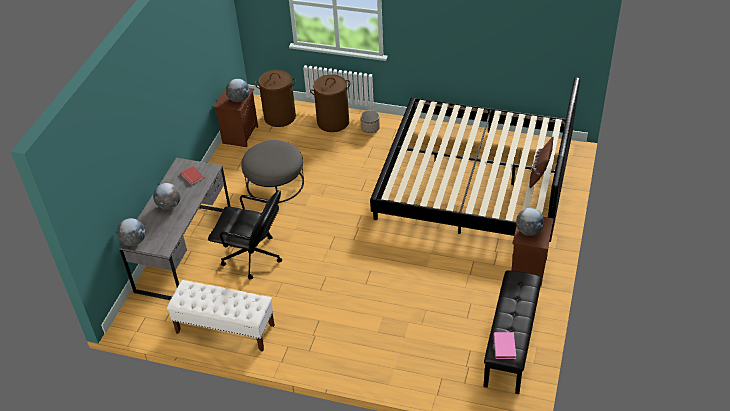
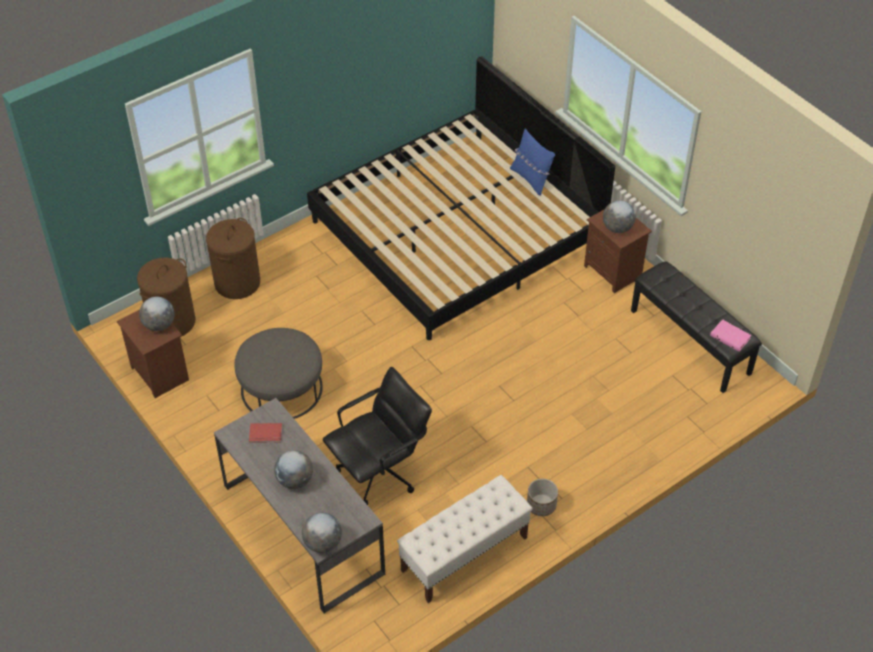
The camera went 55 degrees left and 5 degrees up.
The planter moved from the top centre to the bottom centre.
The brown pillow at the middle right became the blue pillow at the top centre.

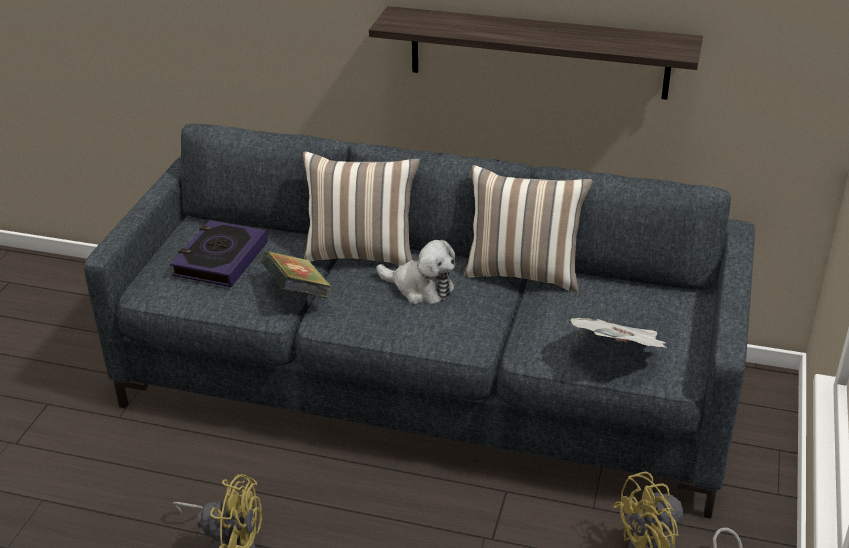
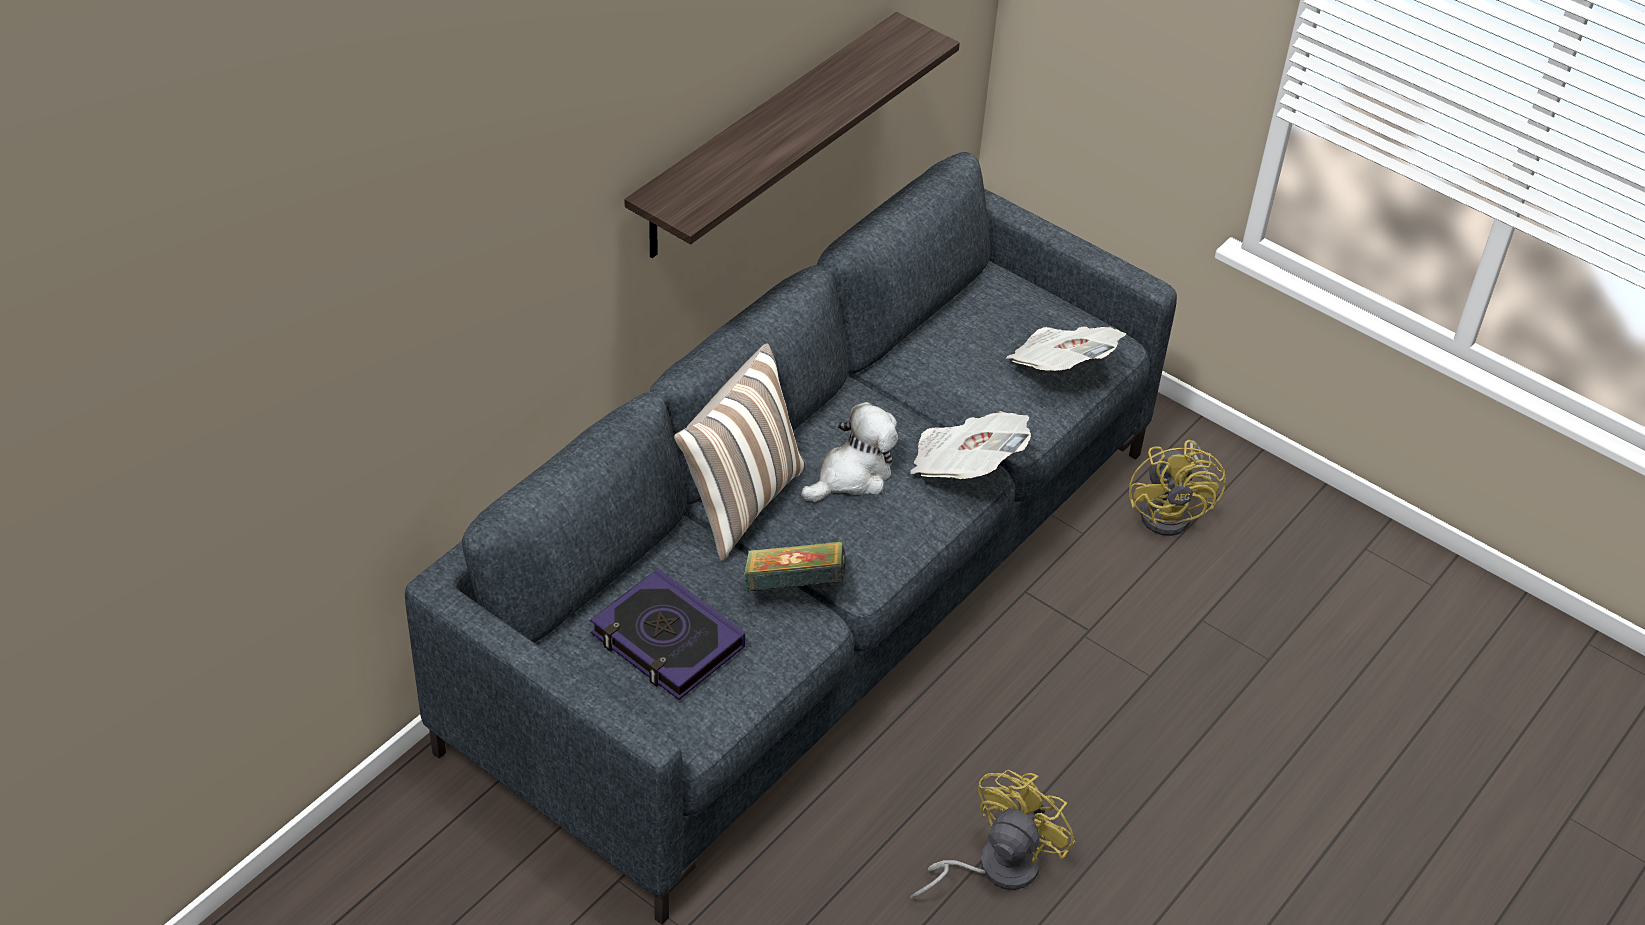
The camera went 70 degrees left and 10 degrees up.
The pillow (2nd from left) at the centre disappeared.
The newspaper (1st from left) at the centre appeared.

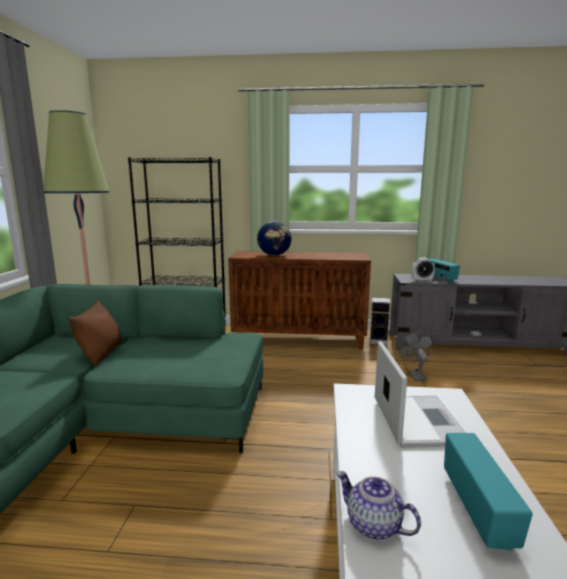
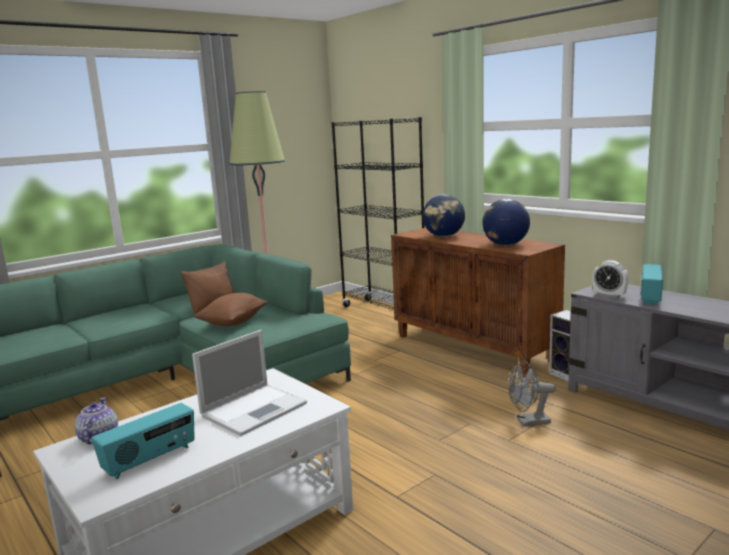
The camera went 45 degrees right and 0 degrees up.
The grey fan at the middle right turned 135 degrees counterclockwise.
The globe (2nd from left) at the middle right appeared.
The brown pillow (2nd from left) at the middle left appeared.

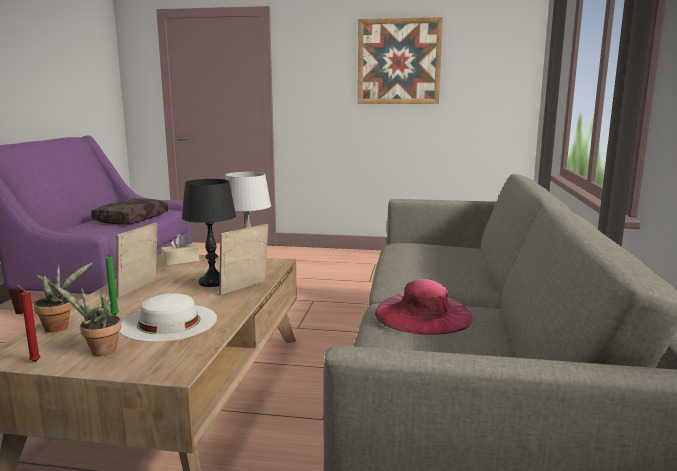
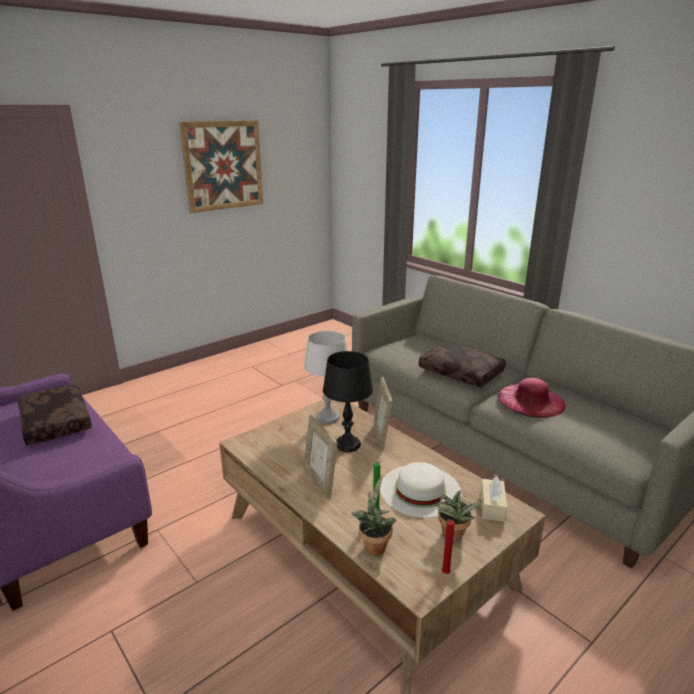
The camera went 50 degrees left and 10 degrees up.
The beige tissue box moved from the middle left to the bottom right.
The brown pillow (2nd from left) at the centre appeared.

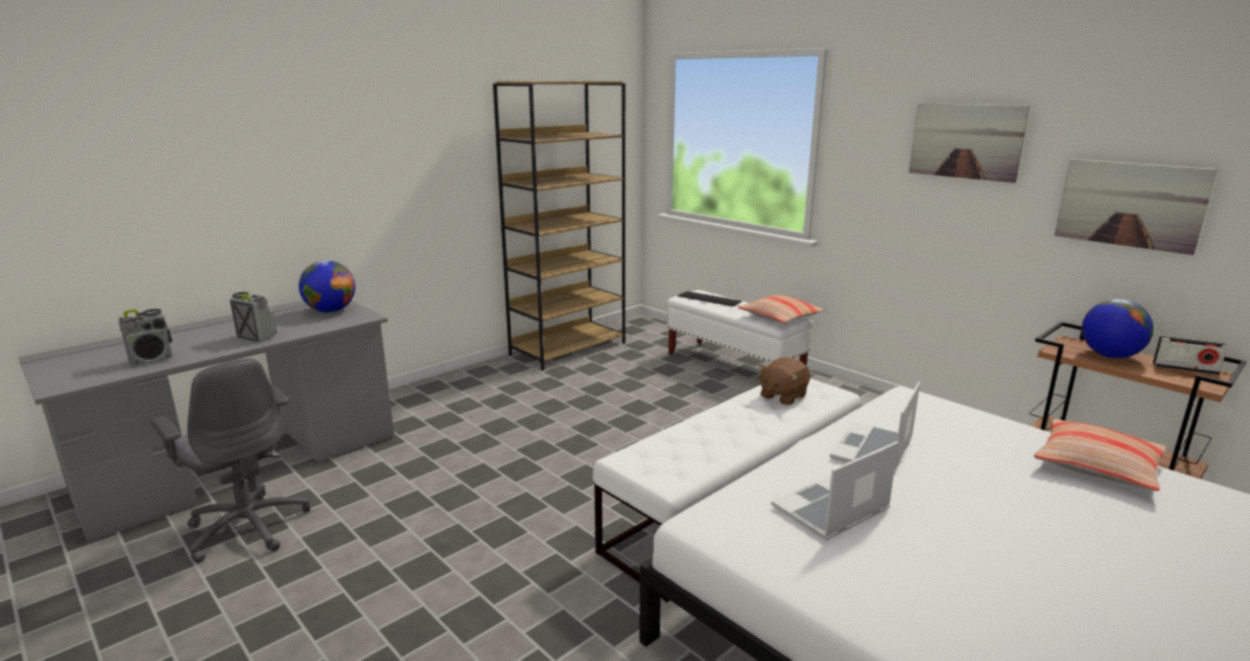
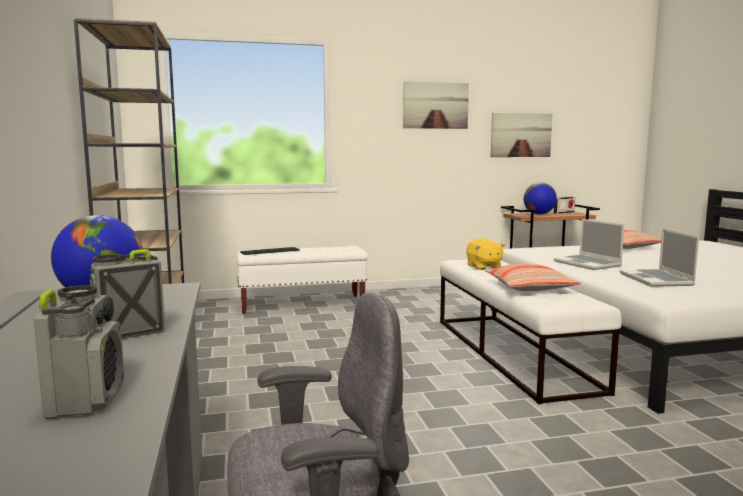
The camera went 60 degrees left and 10 degrees down.
The pillow (1st from left) moved from the centre to the middle right.
The brown plush toy at the centre became the yellow plush toy at the centre.

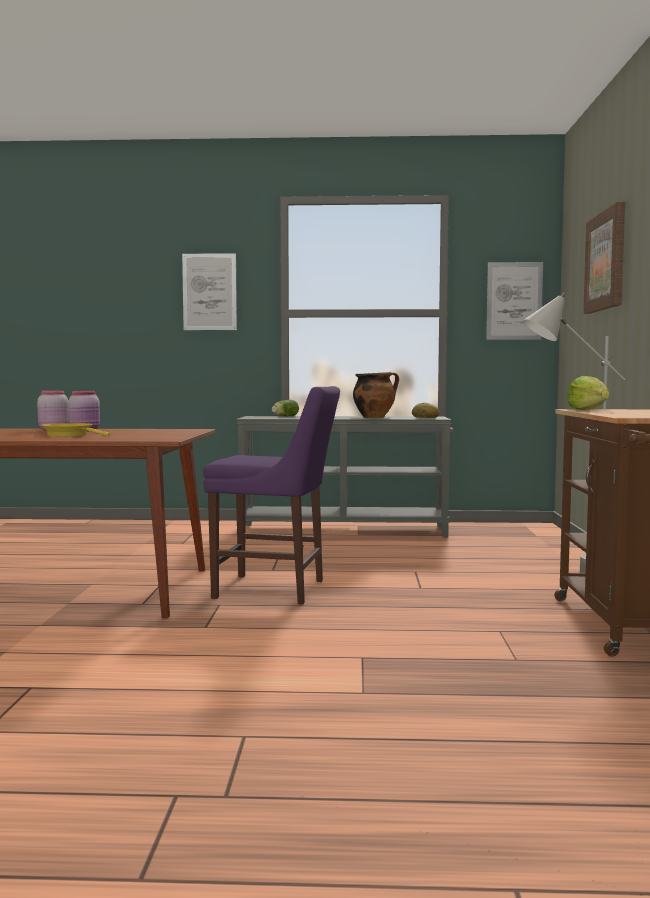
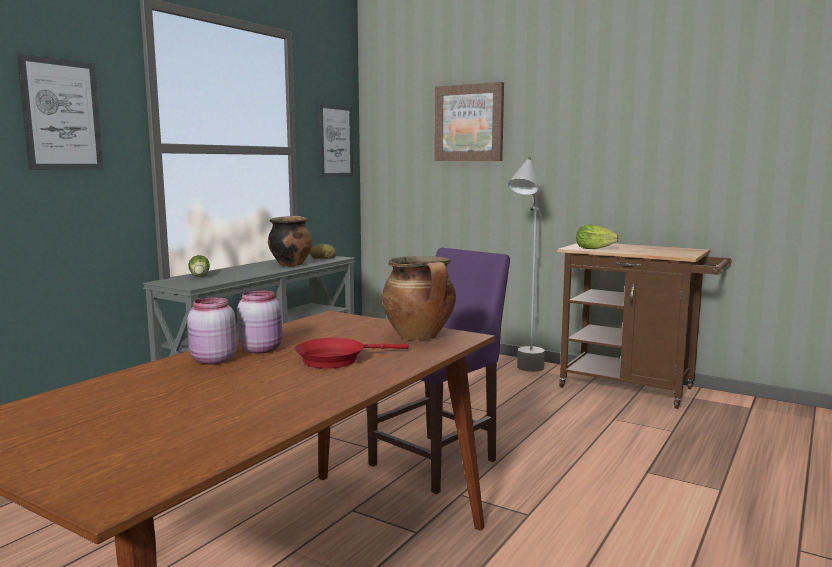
The camera went 60 degrees left and 5 degrees up.
The yellow frying pan at the middle left became the red frying pan at the centre.
The cooking pot (2nd from left) at the centre appeared.

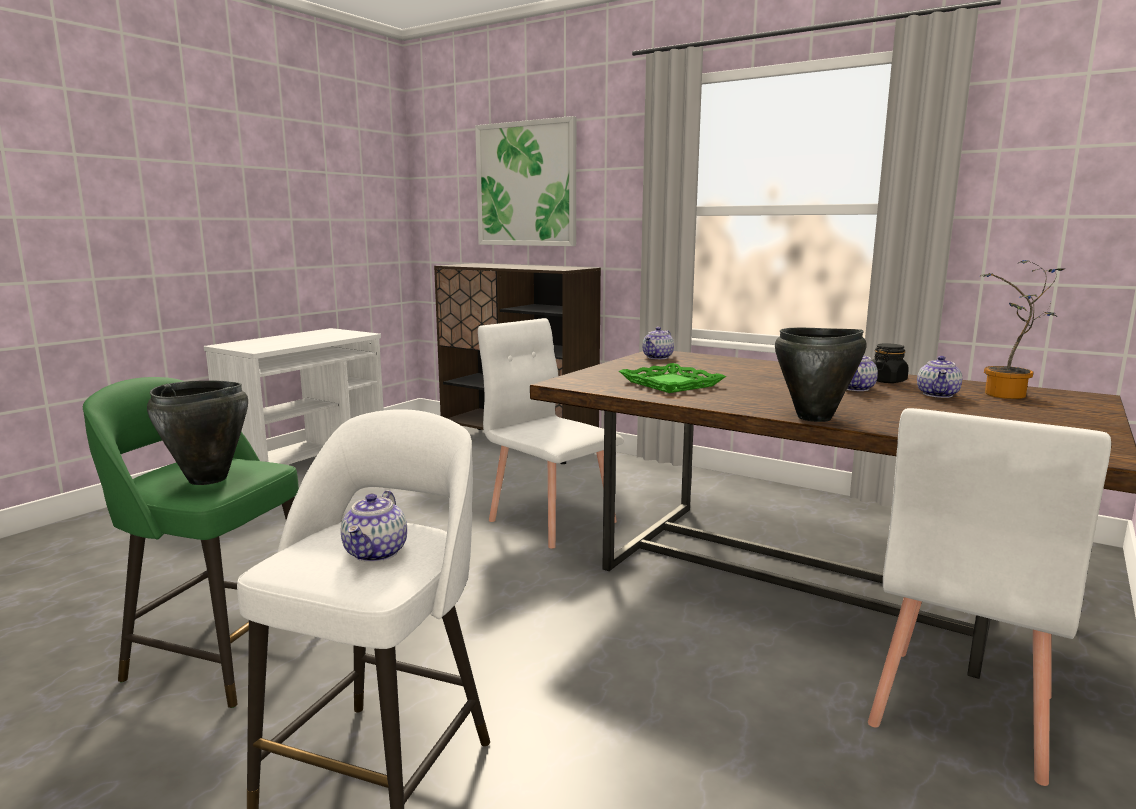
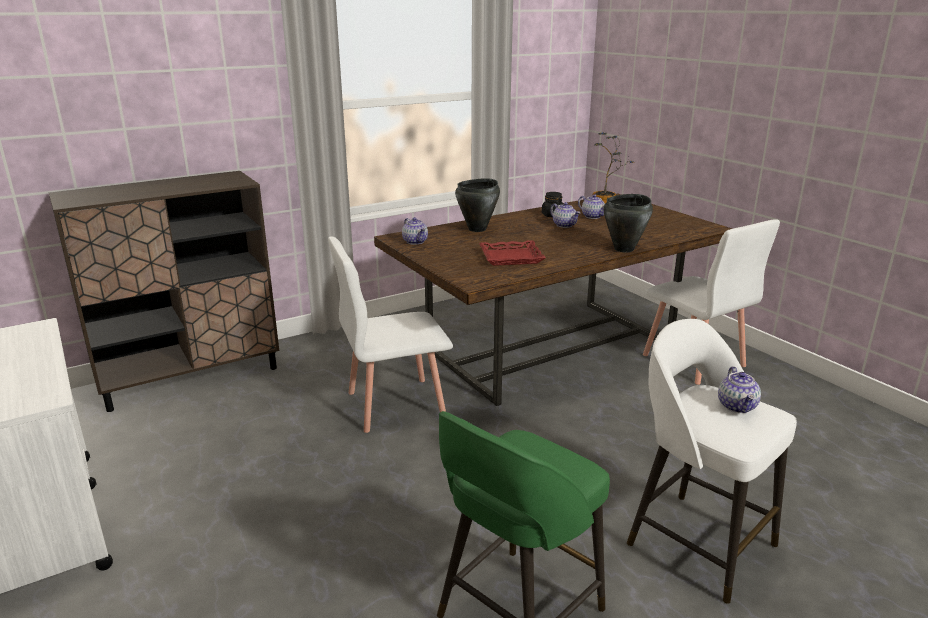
The camera went 65 degrees left and 10 degrees up.
The picture at the top centre disappeared.
The green tray at the centre became the red tray at the centre.
The black cooking pot (1st from left) moved from the middle left to the top centre.
The teapot (1st from left in the first image) at the middle left turned 60 degrees clockwise.

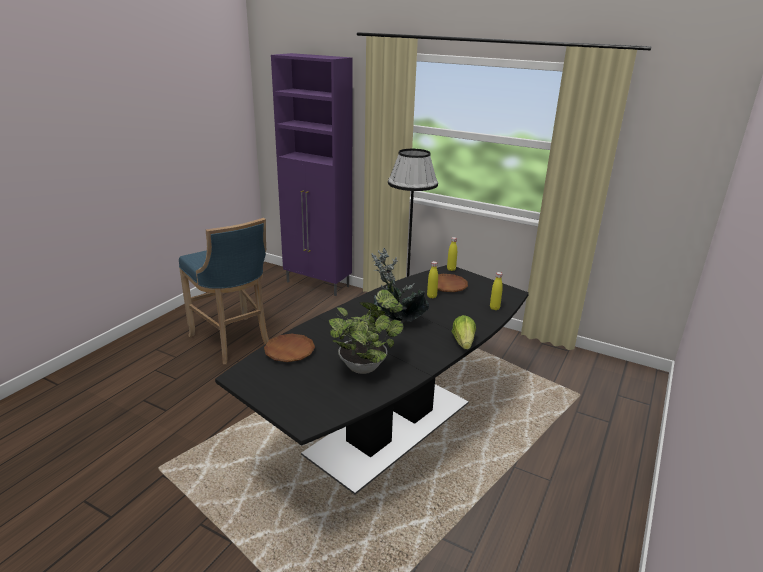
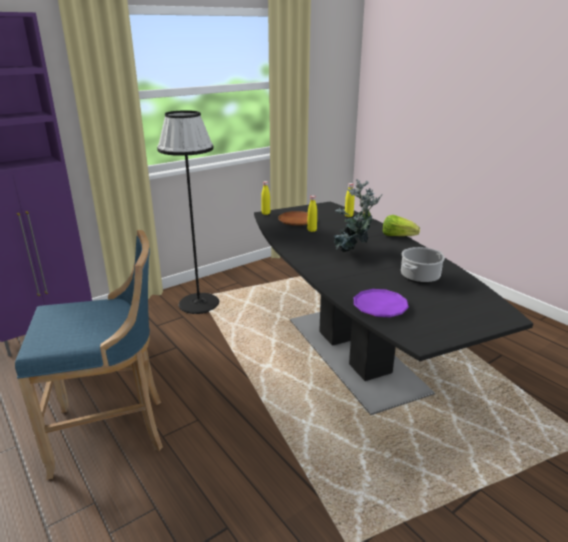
The camera went 65 degrees left and 0 degrees up.
The potted plant (1st from left) at the centre was replaced by the cooking pot at the middle right.
The brown plate (1st from left) at the centre became the purple plate at the middle right.

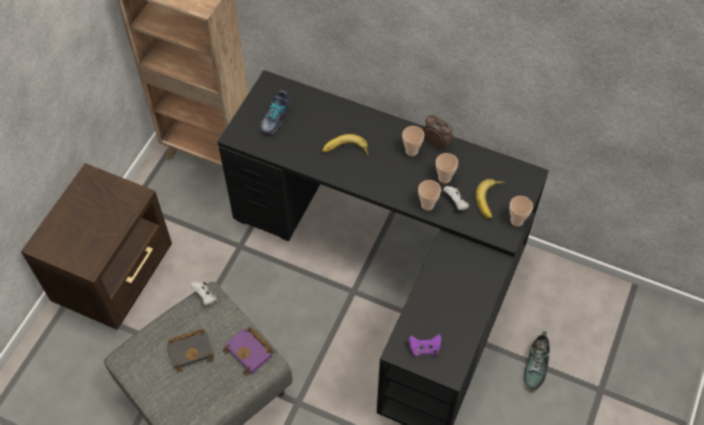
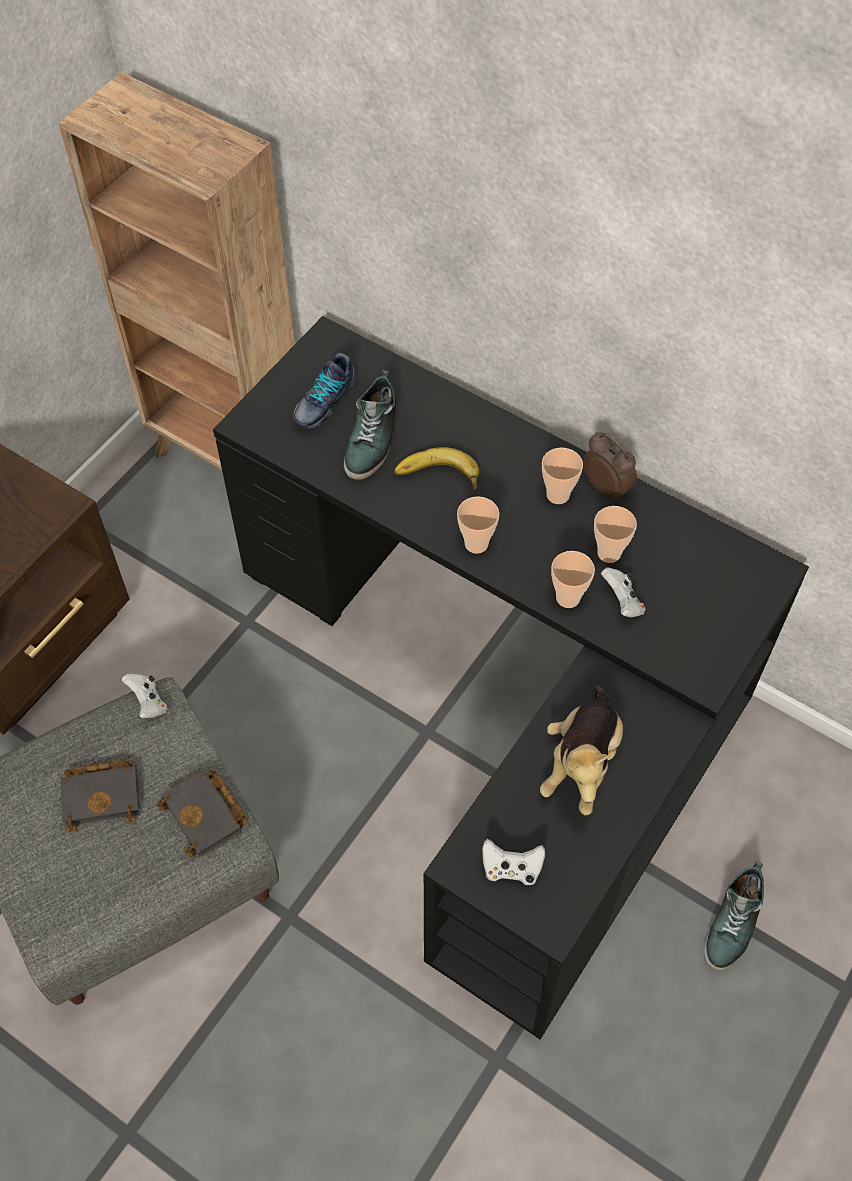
The camera went 10 degrees right and 0 degrees up.
The banana (2nd from left) at the middle right disappeared.
The cup (4th from left in the first image) moved from the middle right to the centre.
The purple book at the bottom centre became the black book (2nd from left) at the bottom left.
The purple game controller at the bottom centre became the white game controller (2nd from left) at the bottom centre.
The shoe (2nd from left) at the centre appeared.
The plush toy at the middle right appeared.

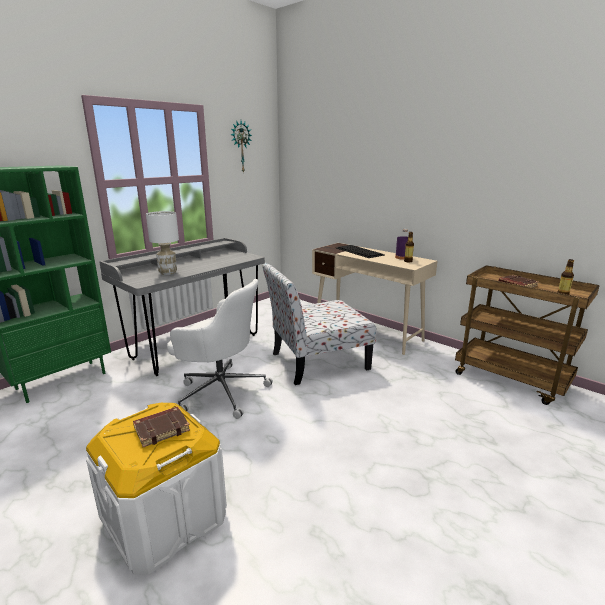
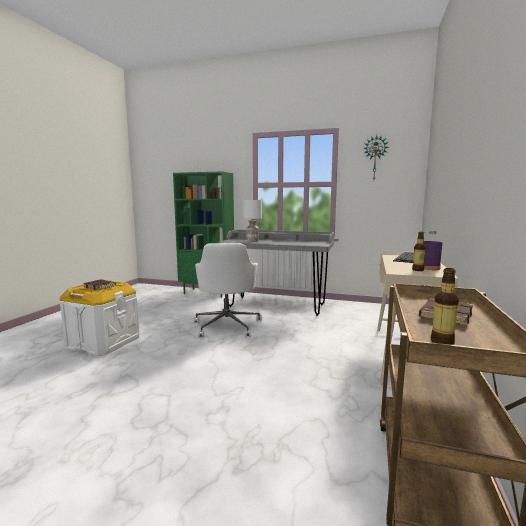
The camera went 65 degrees right and 10 degrees down.
The chair at the centre disappeared.

